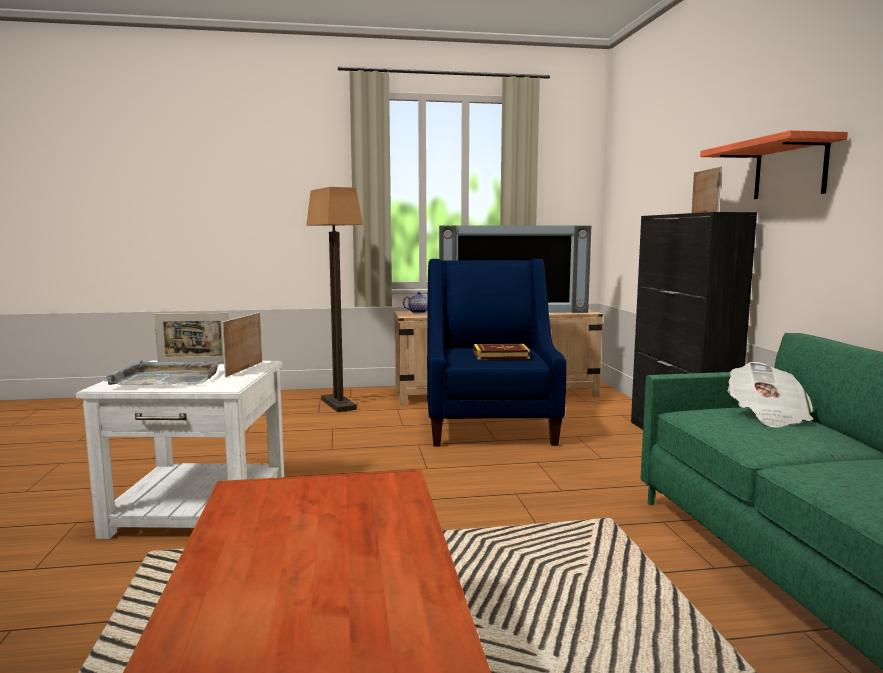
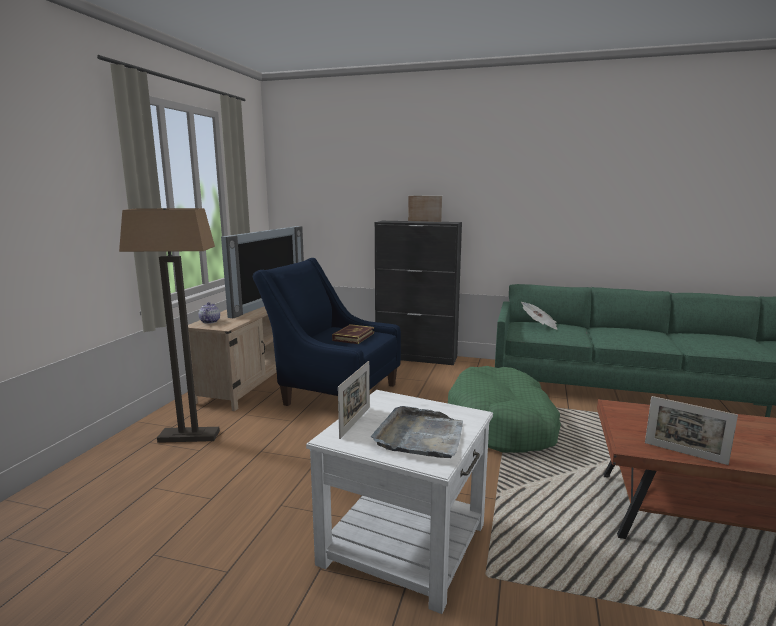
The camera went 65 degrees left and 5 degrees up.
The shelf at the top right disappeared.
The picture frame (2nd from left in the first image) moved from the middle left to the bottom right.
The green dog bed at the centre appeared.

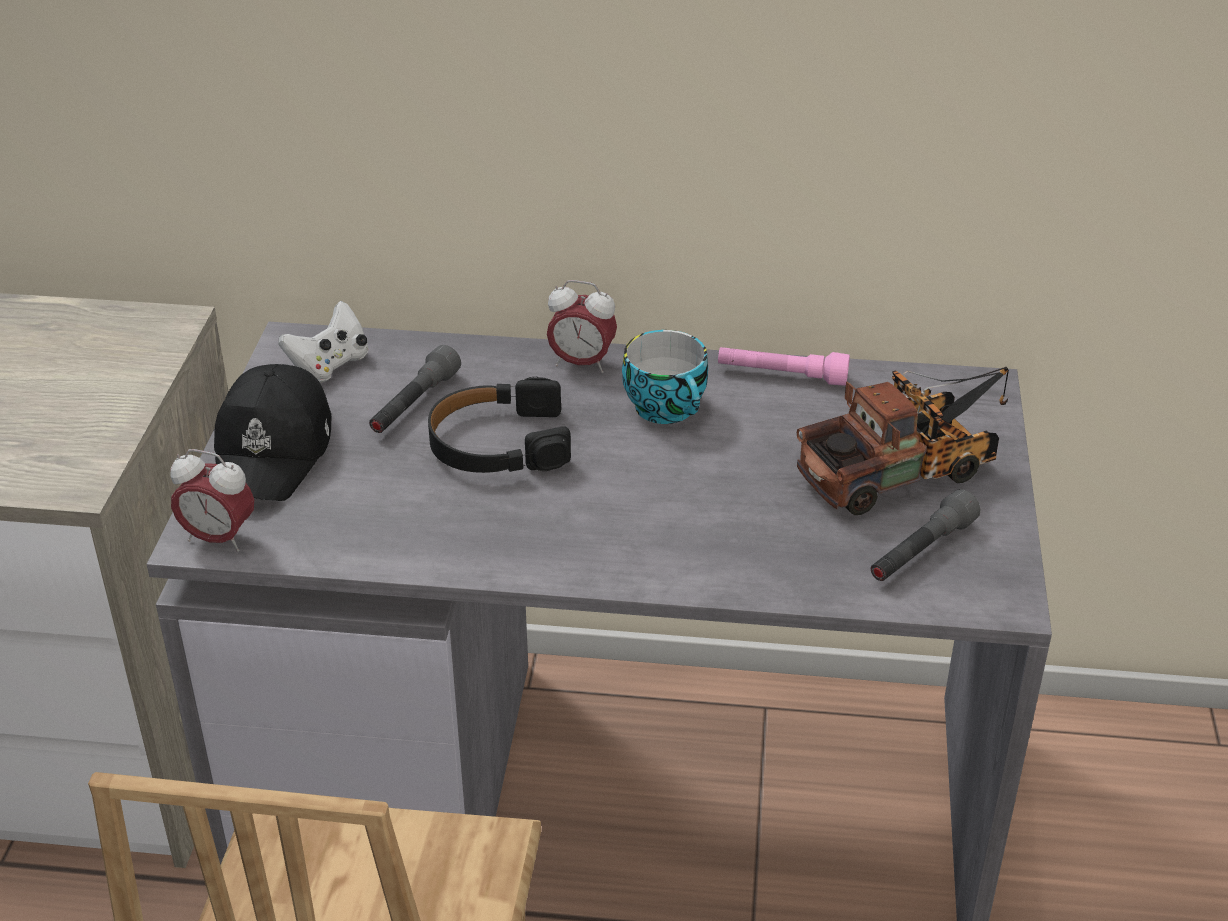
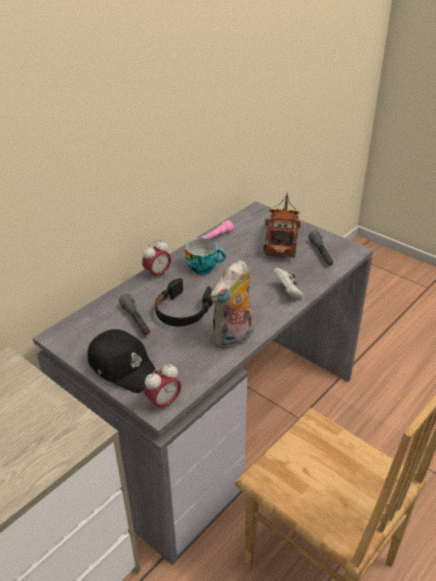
The camera went 55 degrees left and 0 degrees up.
The white game controller moved from the middle left to the centre.
The plush toy at the centre appeared.

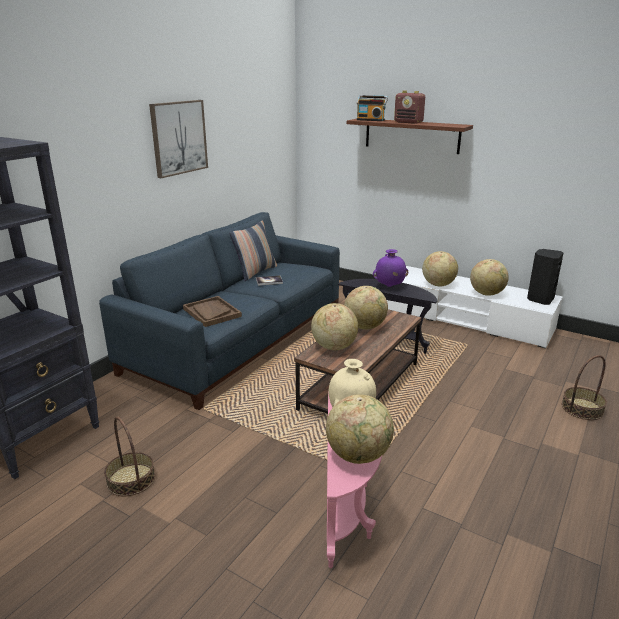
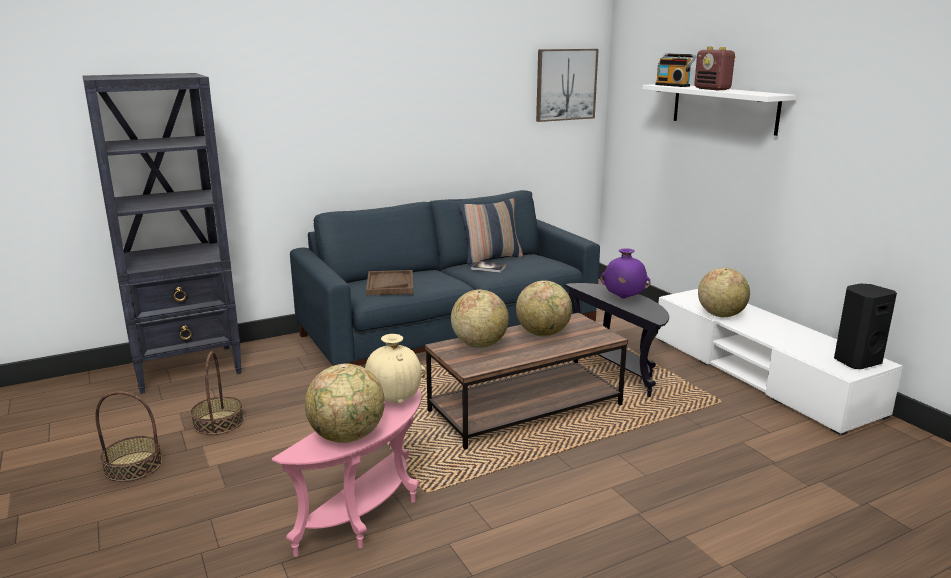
The camera went 30 degrees right and 5 degrees down.
The picture moved from the top left to the top centre.
The brown shelf at the top centre became the white shelf at the top right.
The globe (5th from left) at the middle right disappeared.
The basket (2nd from left in the first image) moved from the middle right to the bottom left.

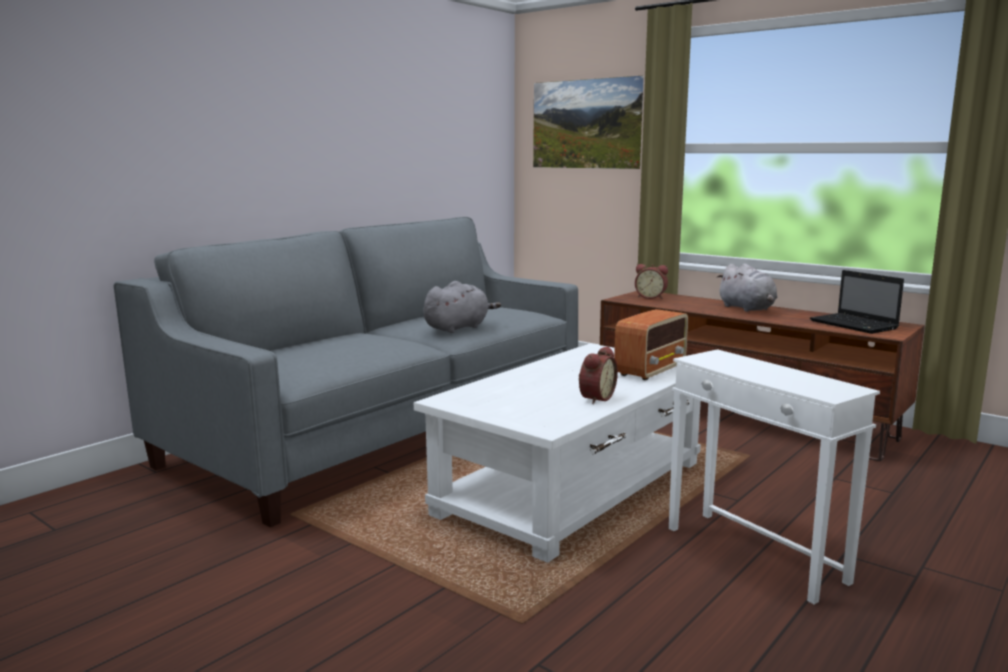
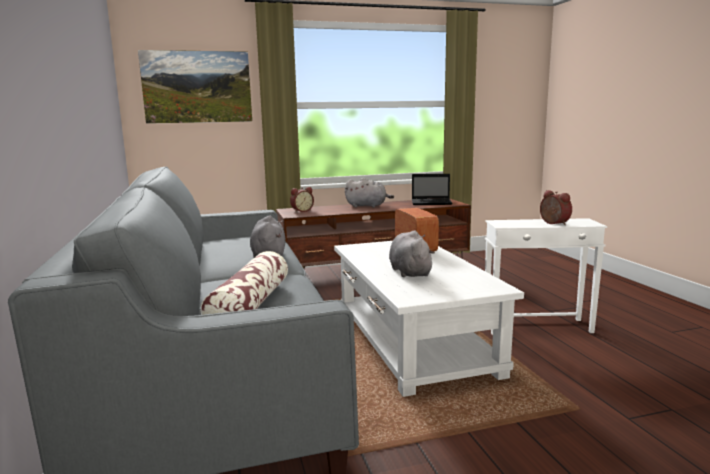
The camera went 55 degrees left and 0 degrees up.
The alarm clock (1st from left in the first image) moved from the centre to the middle right.
The grey plush toy (3rd from left) at the centre appeared.
The pillow at the centre appeared.

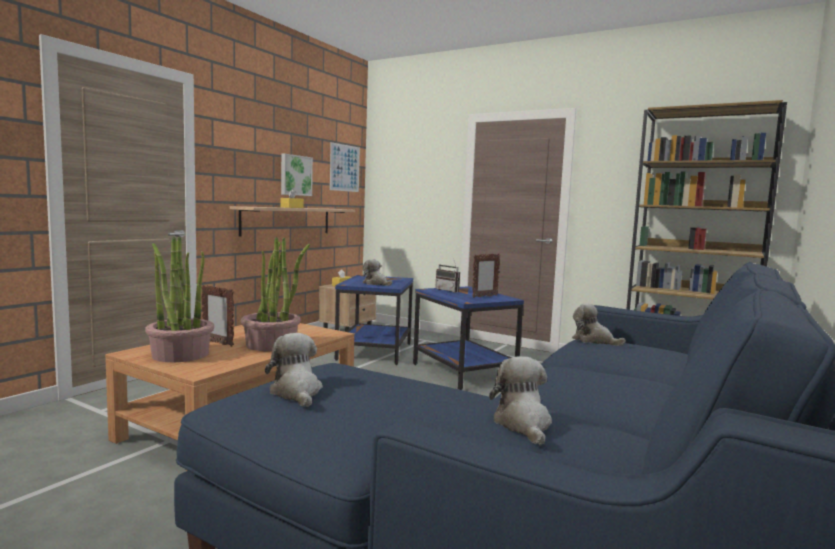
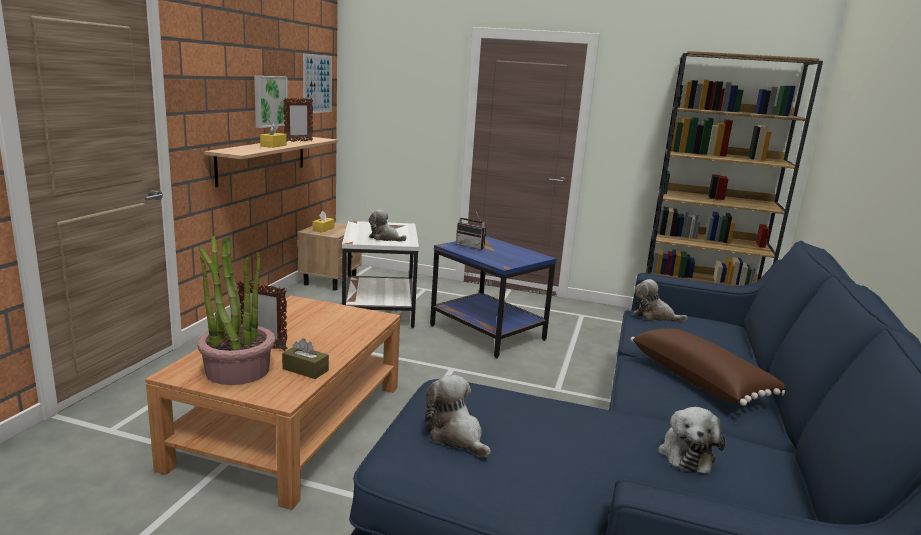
The camera went 15 degrees left and 10 degrees up.
The potted plant (2nd from left) at the middle left disappeared.
The picture frame (2nd from left) moved from the centre to the top left.
The blue side table (1st from left) at the centre became the white side table at the centre.
The plush toy (3rd from left in the first image) at the bottom centre turned 150 degrees counterclockwise.
The brown pillow at the bottom right appeared.
The brown tissue box at the bottom left appeared.

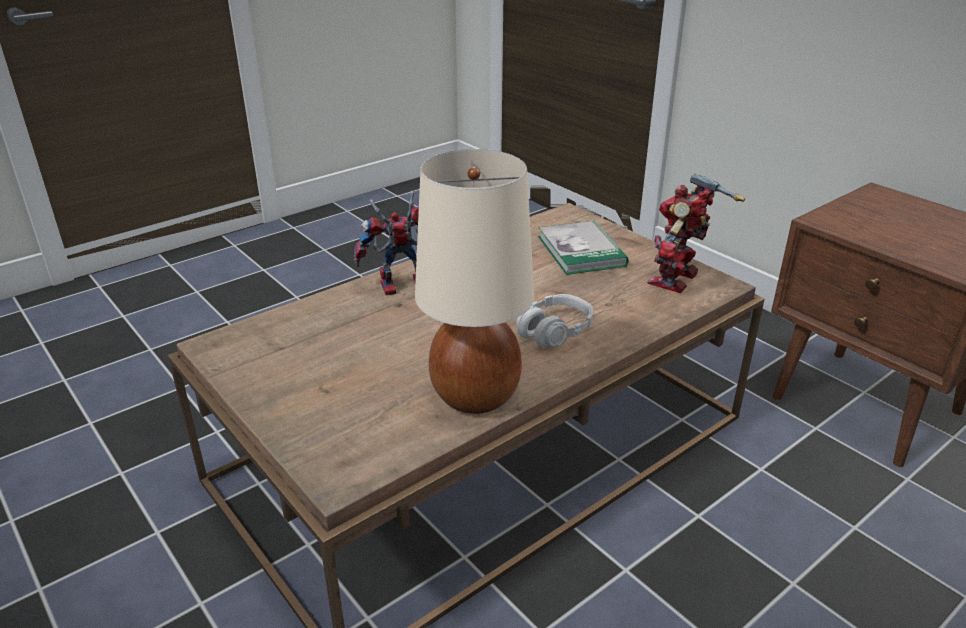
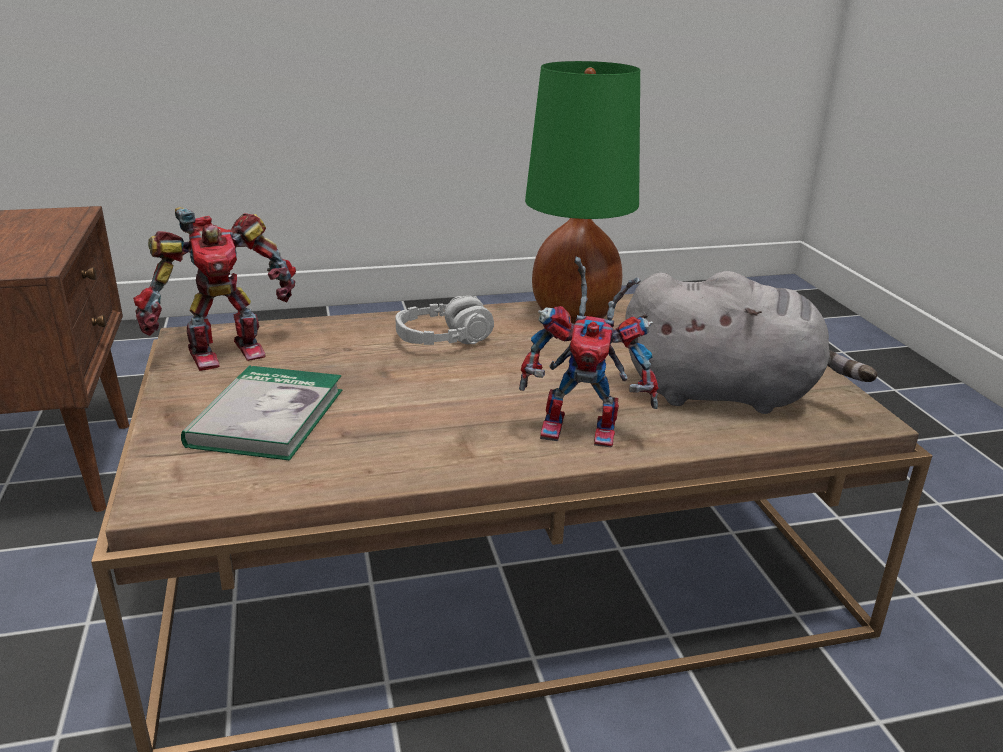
The camera went 155 degrees left and 5 degrees down.
The beige table lamp at the centre became the green table lamp at the top centre.
The grey plush toy at the middle right appeared.

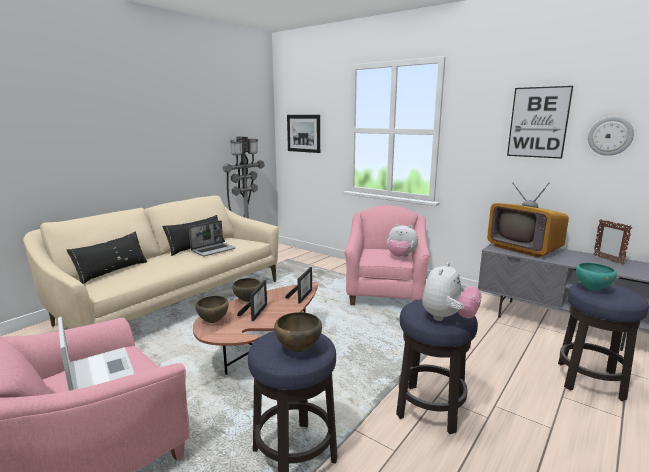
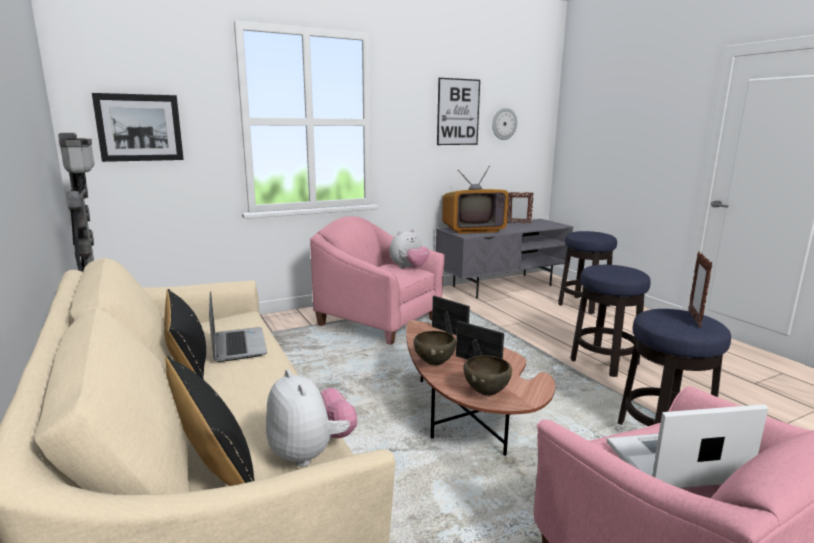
The camera went 65 degrees left and 0 degrees up.
The plush toy (2nd from left in the first image) moved from the middle right to the bottom centre.
The turquoise bowl at the middle right disappeared.
The brown bowl (3rd from left) at the bottom centre was replaced by the picture frame (4th from left) at the middle right.

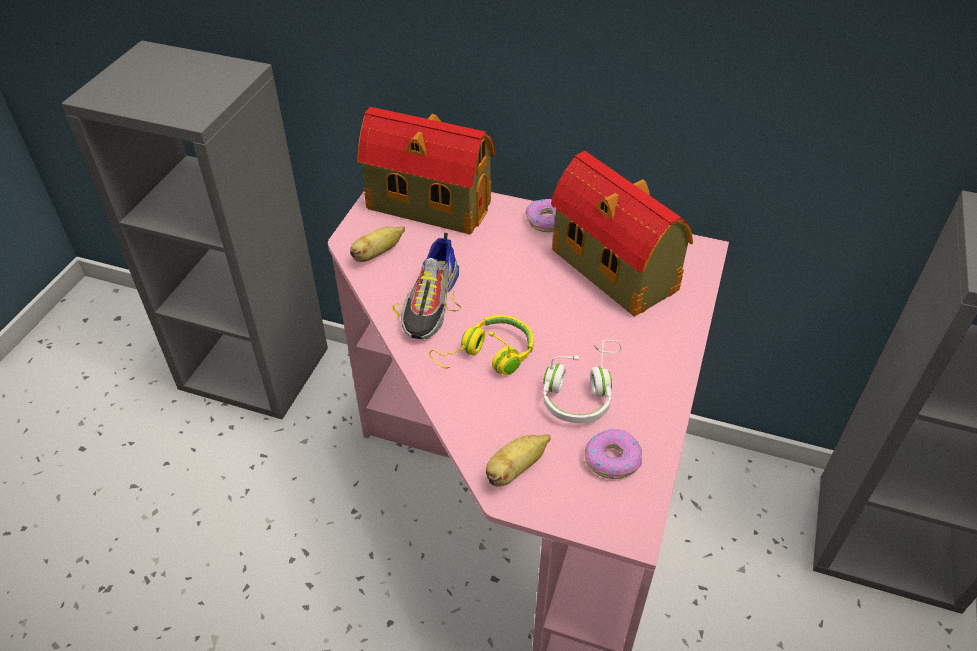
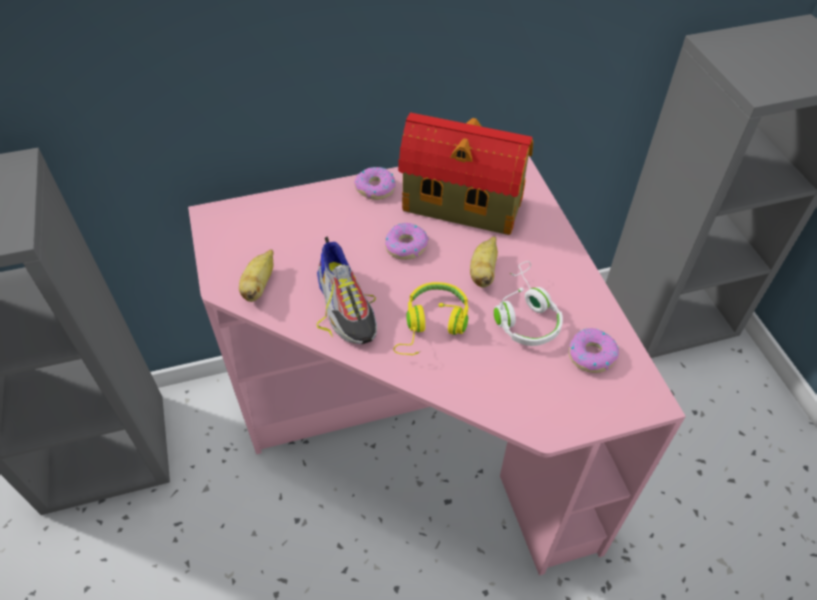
The camera went 35 degrees left and 5 degrees up.
The toy house (1st from left) at the top centre disappeared.
The banana (2nd from left) moved from the bottom centre to the centre.
The donut (2nd from left) at the centre appeared.

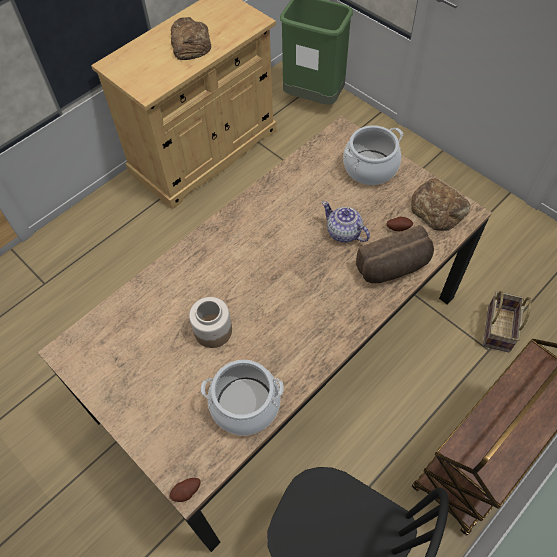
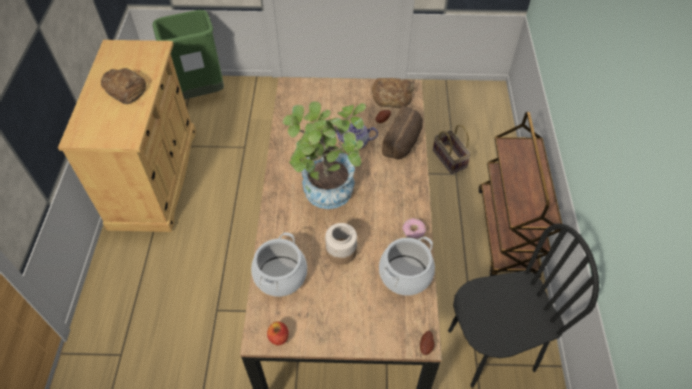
The camera went 45 degrees left and 5 degrees down.
The cooking pot (2nd from left in the first image) moved from the top right to the bottom centre.
The potted plant at the centre appeared.
The donut at the centre appeared.
The apple at the bottom centre appeared.

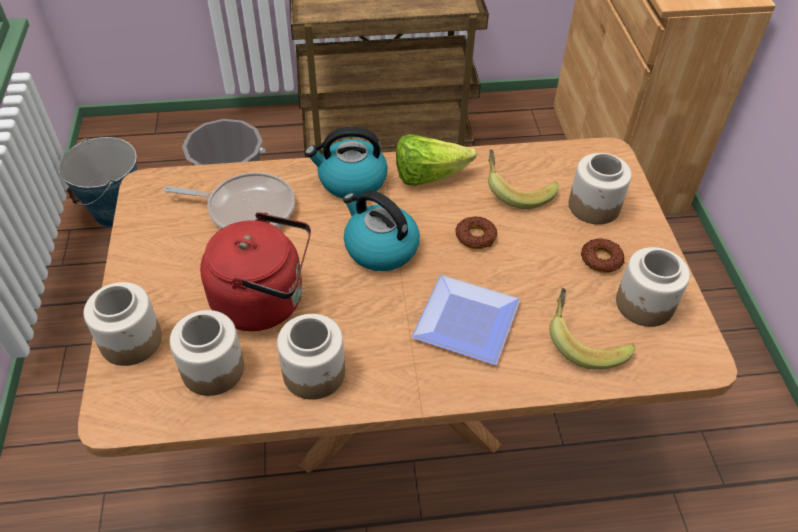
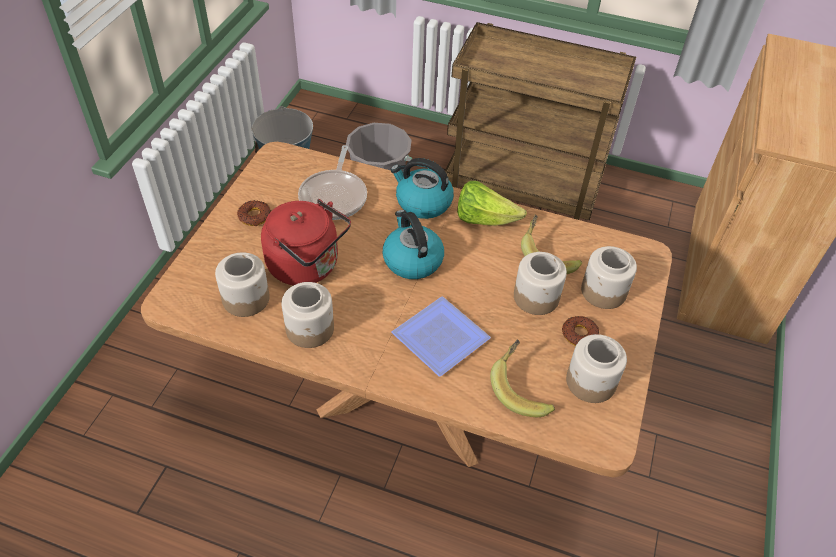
The camera went 25 degrees right and 0 degrees up.
The frying pan at the middle left turned 60 degrees clockwise.
The donut (1st from left) moved from the centre to the middle left.
The jar (1st from left in the first image) moved from the middle left to the centre.

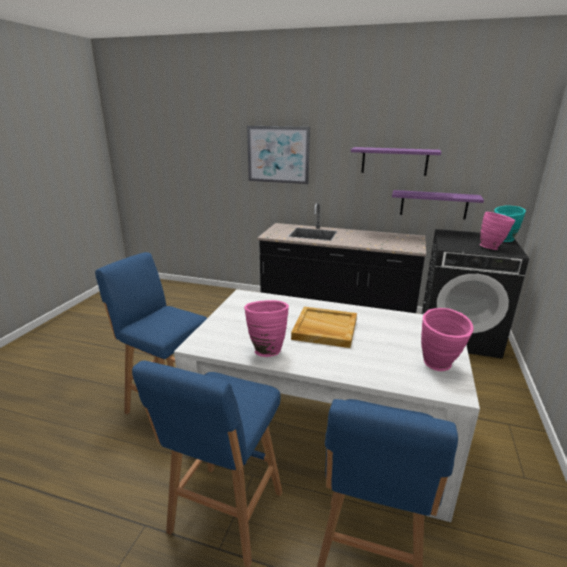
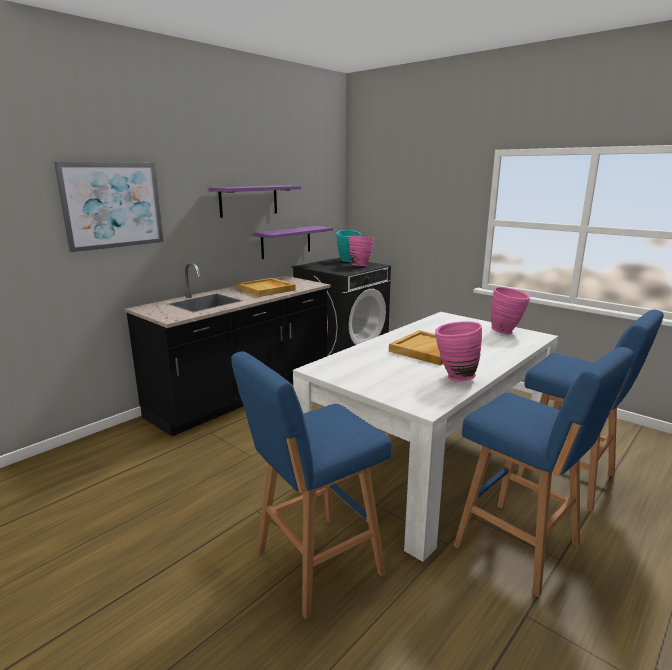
The camera went 65 degrees left and 5 degrees down.
The beige tray (1st from left) at the centre appeared.

